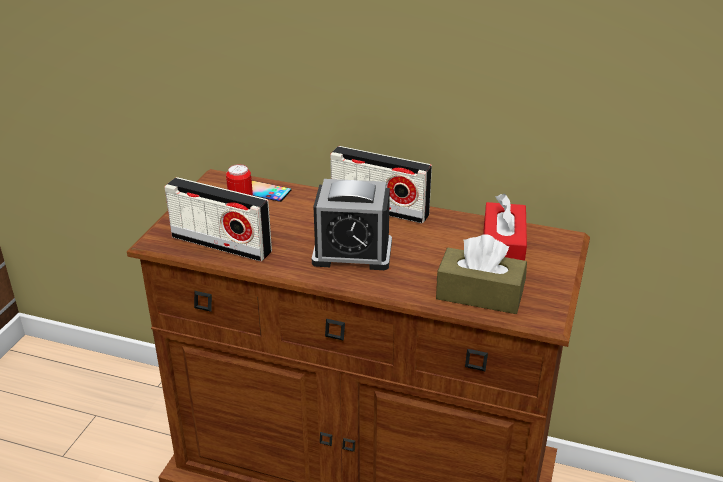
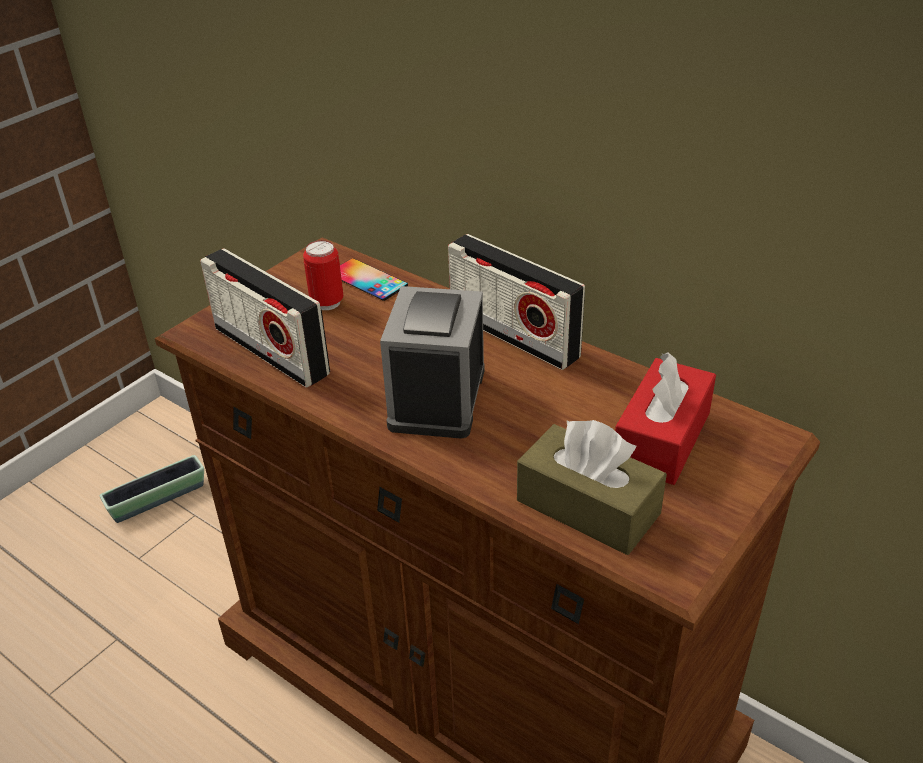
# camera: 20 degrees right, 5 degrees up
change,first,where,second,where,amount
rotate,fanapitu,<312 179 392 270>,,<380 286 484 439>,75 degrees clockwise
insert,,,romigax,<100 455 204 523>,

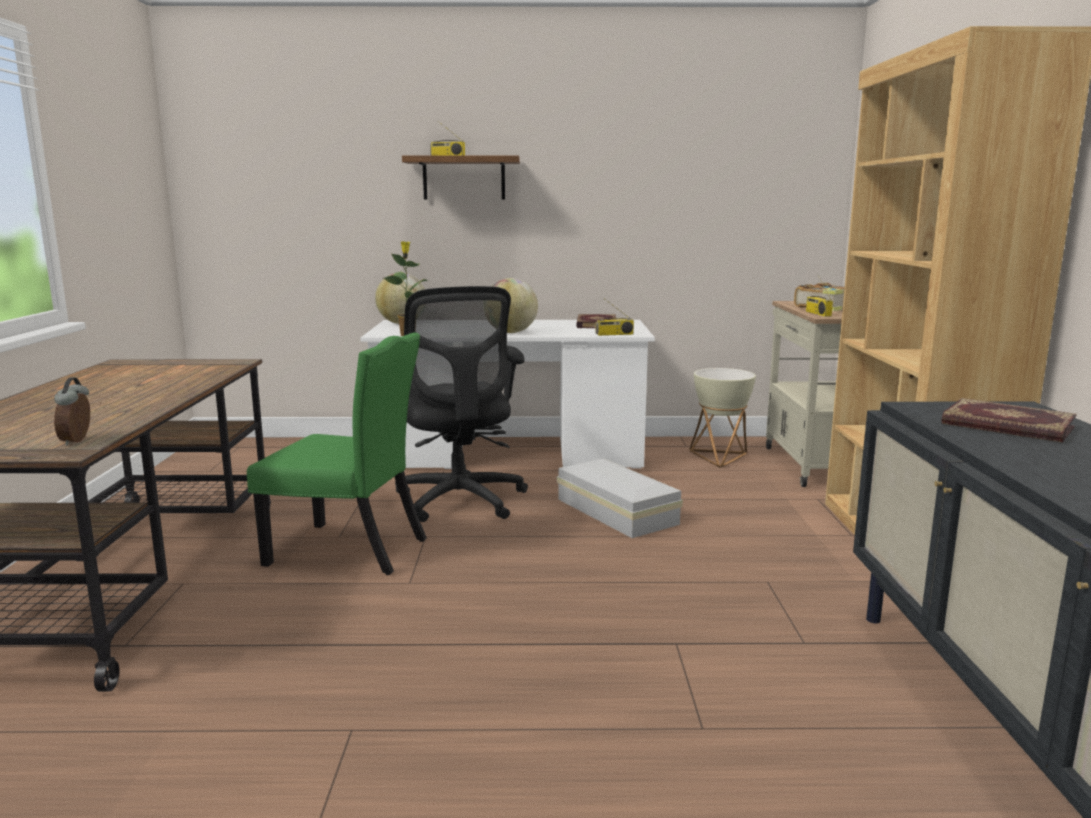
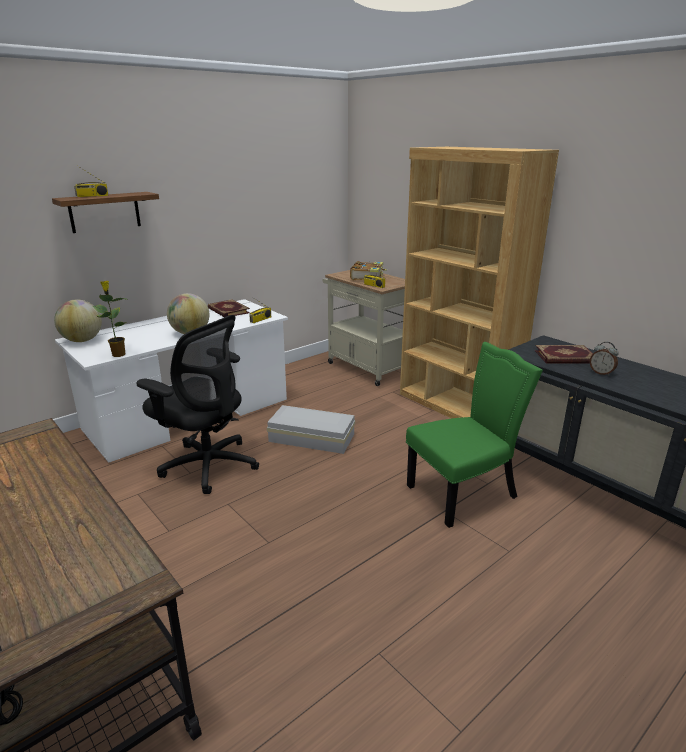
# camera: 40 degrees left, 10 degrees up
change,first,where,second,where,amount
move,fanapitu,<54 377 90 446>,,<590 342 619 376>,
move,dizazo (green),<247 333 427 575>,,<406 342 543 528>,
delete,romigax,<689 368 756 468>,,,

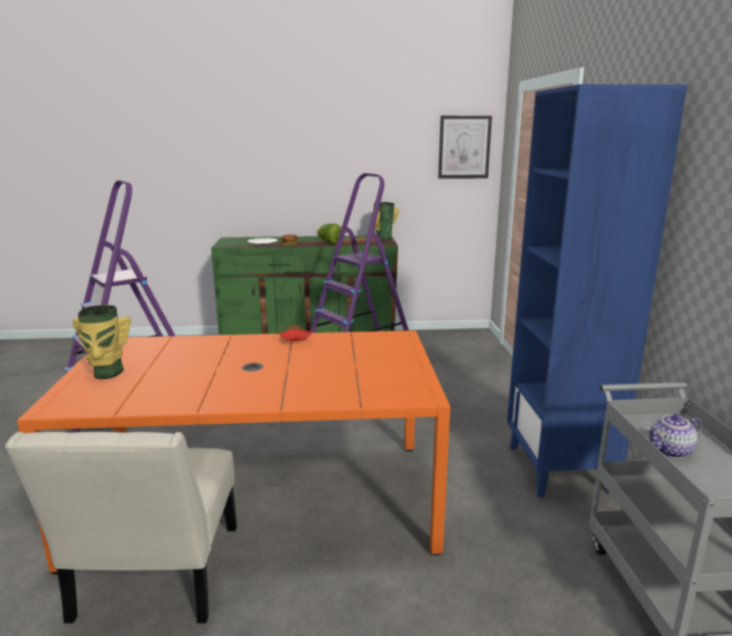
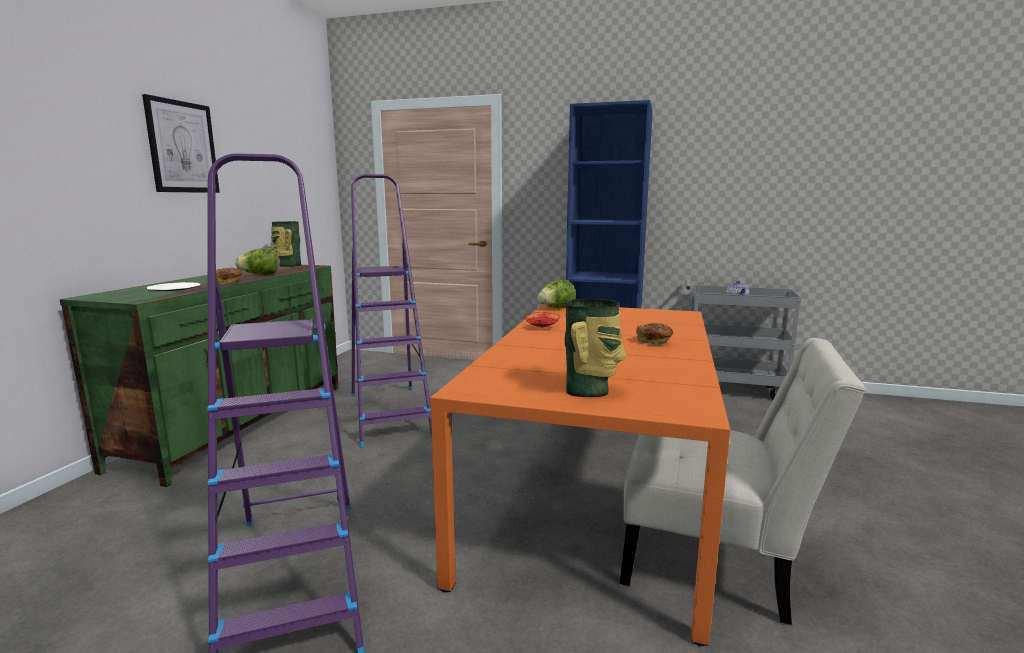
# camera: 70 degrees left, 5 degrees down
change,first,where,second,where,amount
move,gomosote,<438 116 492 179>,,<142 94 220 193>,
insert,,,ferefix,<538 280 576 308>,
insert,,,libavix,<636 323 673 345>,

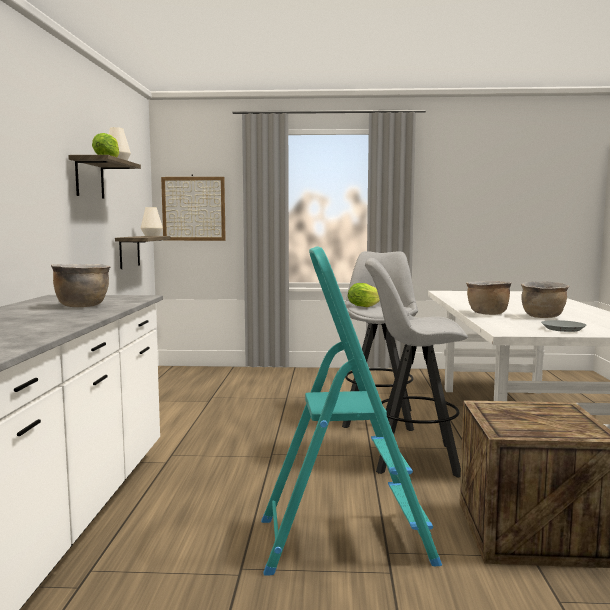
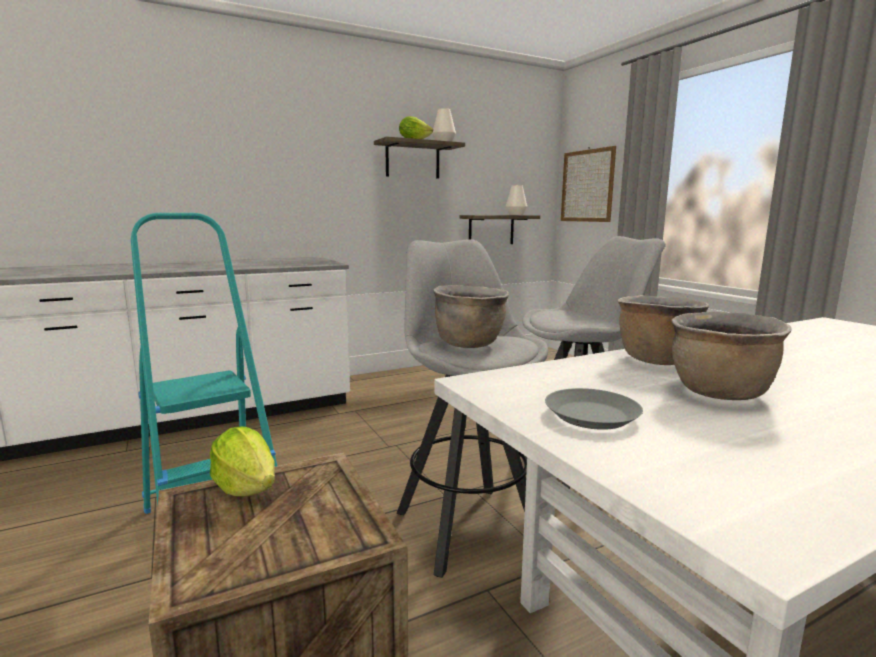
# camera: 60 degrees right, 5 degrees up
change,first,where,second,where,amount
move,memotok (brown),<51 264 110 307>,,<433 285 509 348>,
move,ferefix,<348 283 380 307>,,<210 426 275 497>,

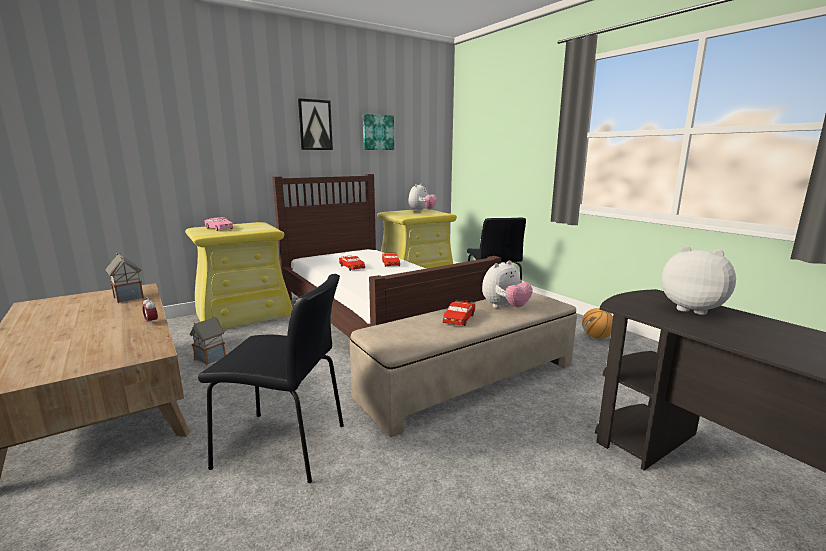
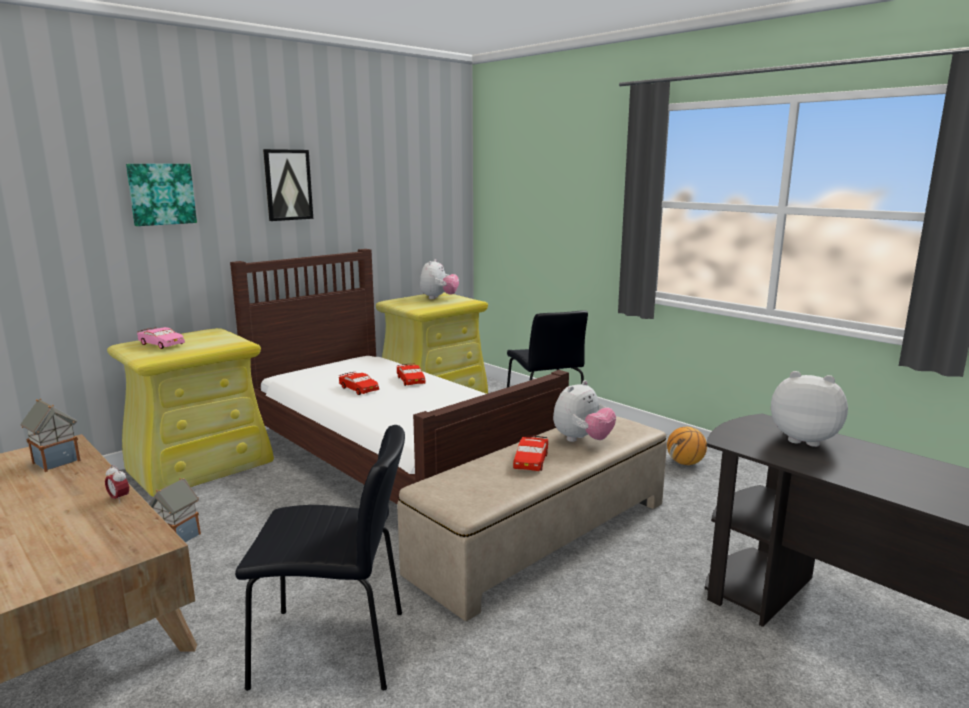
# camera: 10 degrees left, 0 degrees up
change,first,where,second,where,amount
move,gomosote,<363 114 394 150>,,<126 164 197 226>,

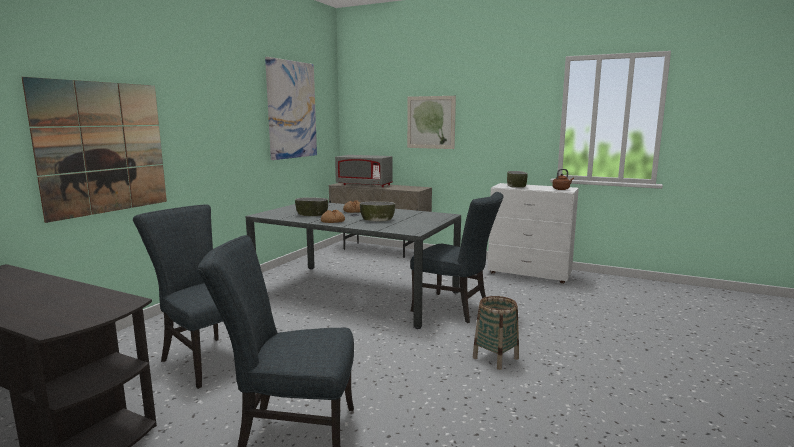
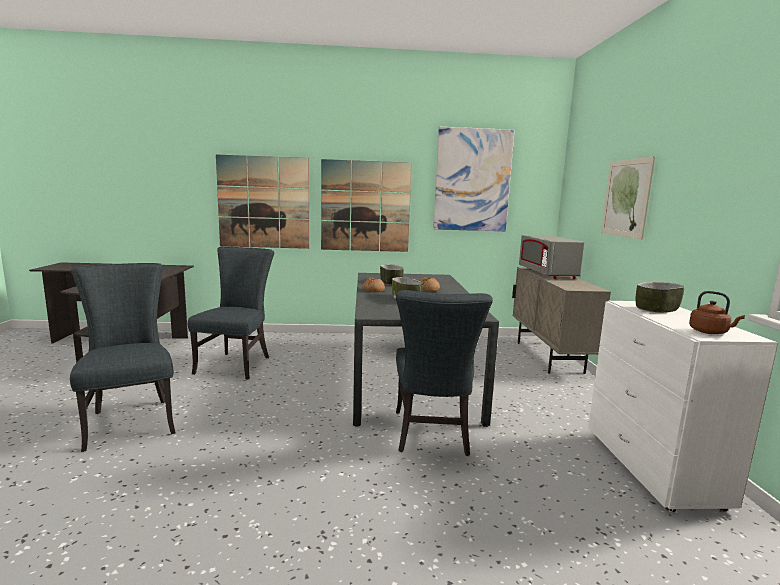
# camera: 60 degrees right, 0 degrees up
change,first,where,second,where,amount
delete,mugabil,<473 296 519 370>,,,
insert,,,gomosote,<321 159 412 252>,

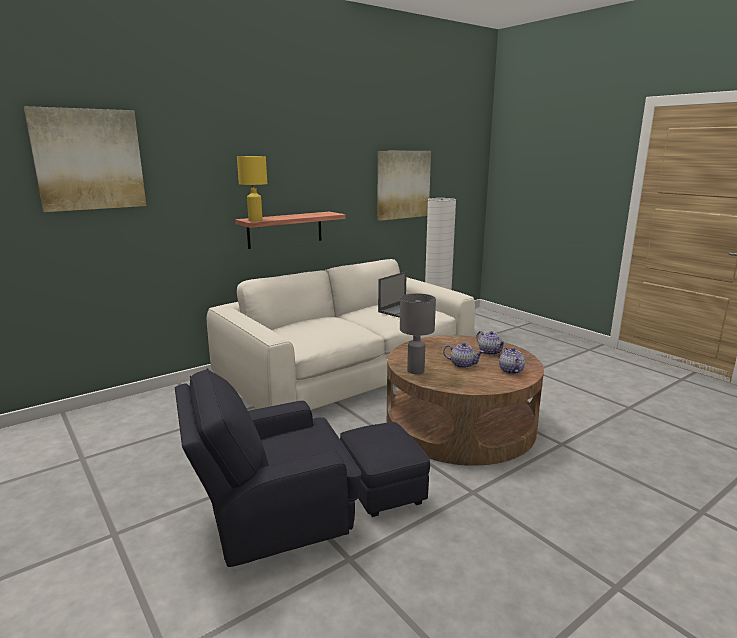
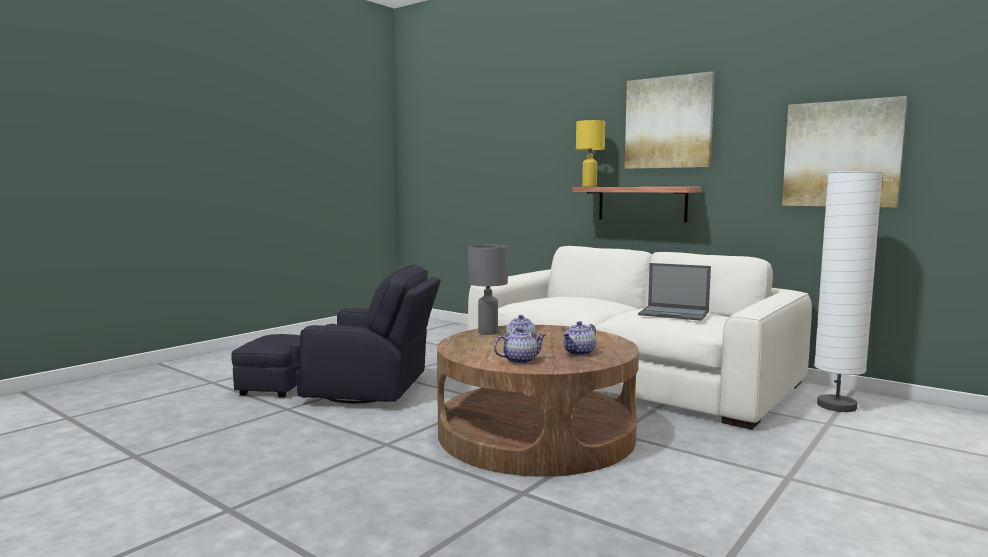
# camera: 75 degrees right, 10 degrees down
change,first,where,second,where,amount
move,gomosote,<24 106 146 212>,,<624 71 715 169>,
rotate,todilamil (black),<175 368 430 567>,,<231 264 441 403>,135 degrees clockwise

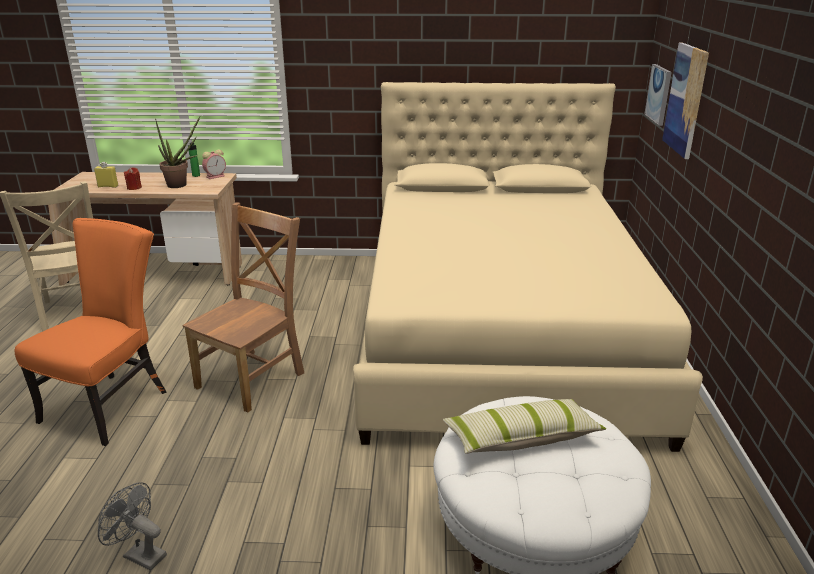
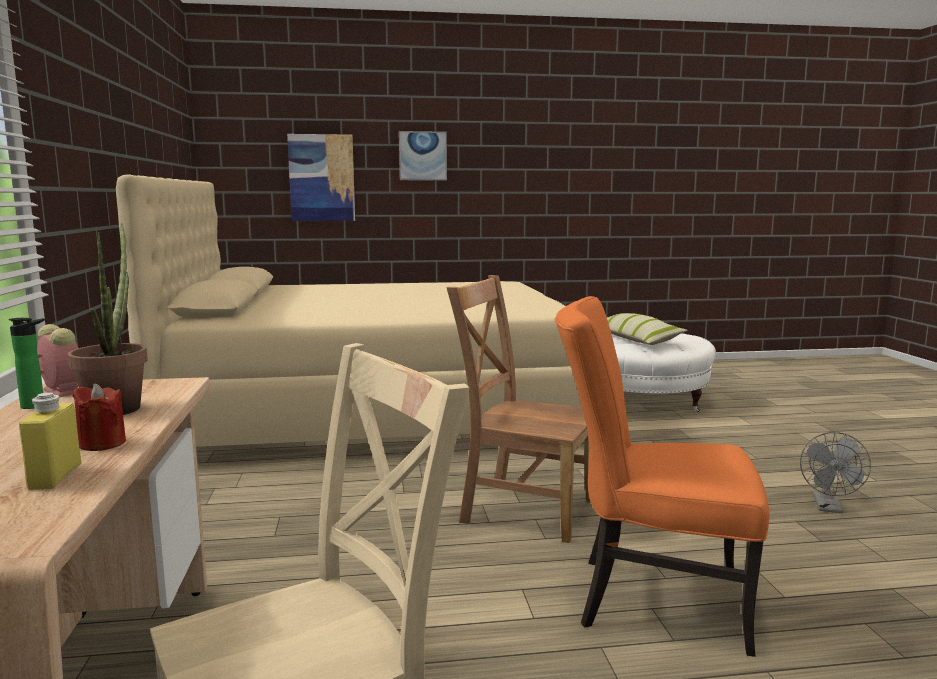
# camera: 100 degrees left, 15 degrees down
change,first,where,second,where,amount
move,gomosote,<644 64 672 126>,,<399 131 447 180>,

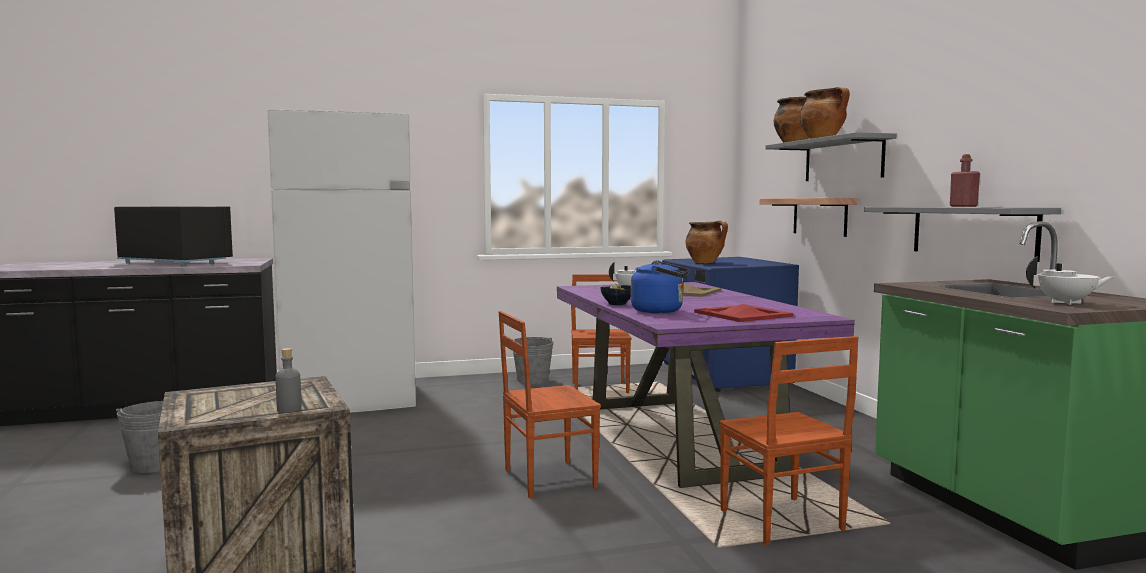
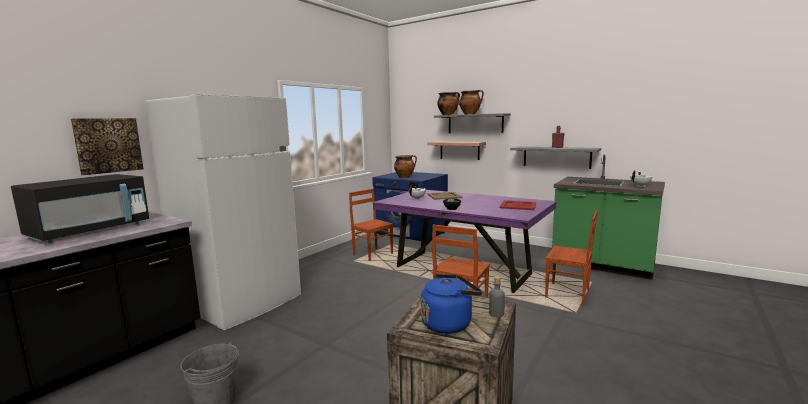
# camera: 40 degrees left, 5 degrees up
change,first,where,second,where,amount
rotate,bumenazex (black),<114 206 233 266>,,<11 174 149 243>,135 degrees clockwise
delete,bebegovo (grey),<513 337 554 384>,,,
move,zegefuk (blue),<631 261 689 313>,,<421 274 482 334>,
insert,,,gomosote,<71 118 144 175>,

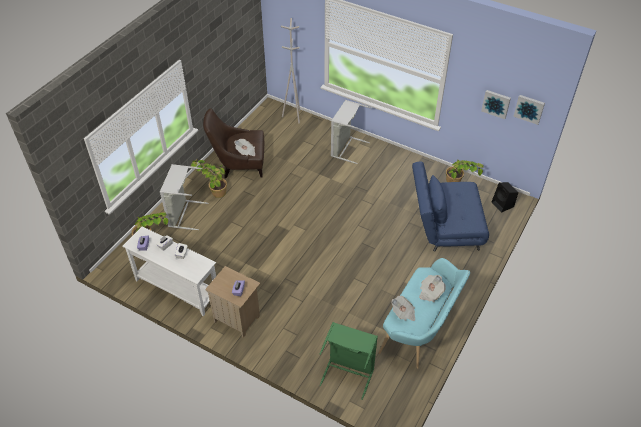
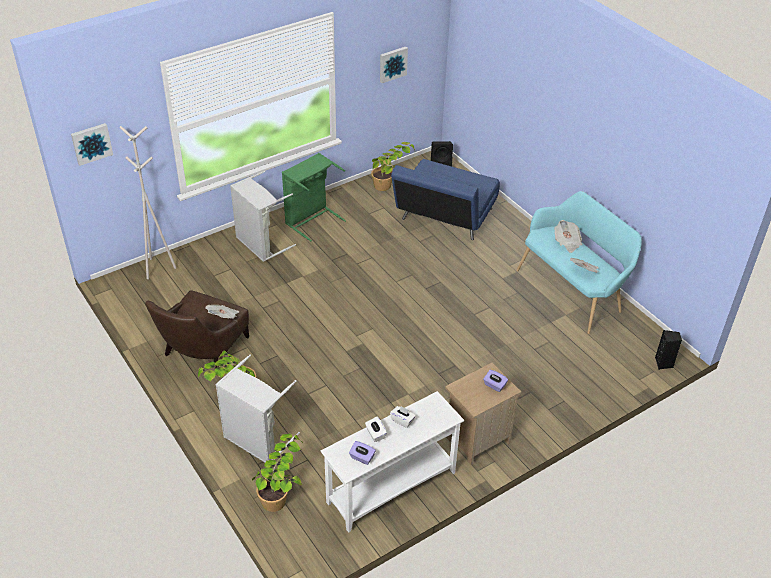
# camera: 65 degrees left, 5 degrees down
change,first,where,second,where,amount
move,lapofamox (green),<320 322 378 400>,,<282 153 346 241>,
move,gomosote,<513 95 545 125>,,<71 123 113 166>,
insert,,,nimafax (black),<655 330 682 370>,

